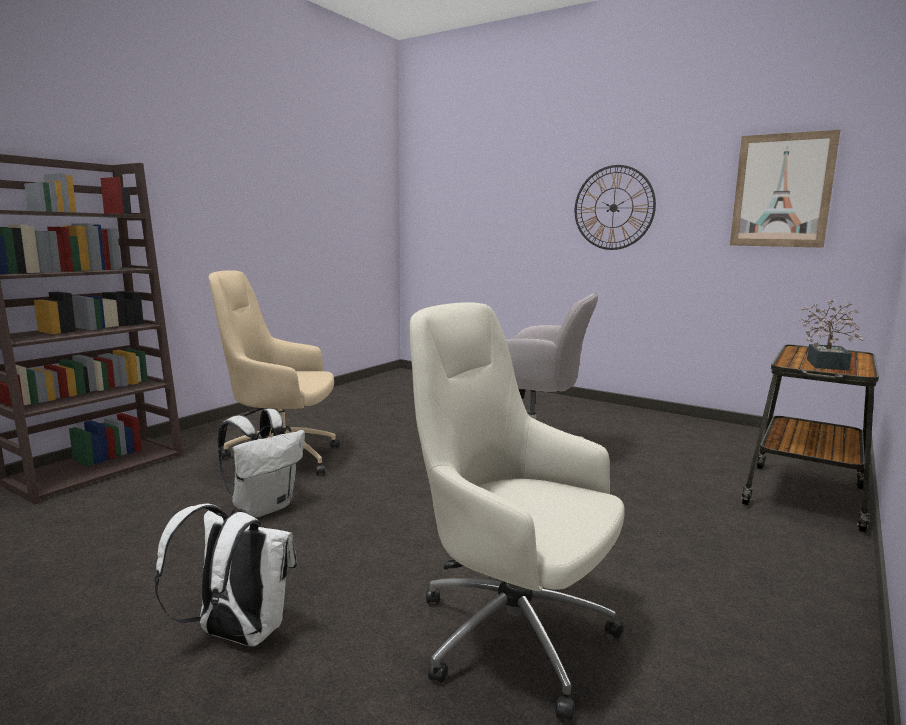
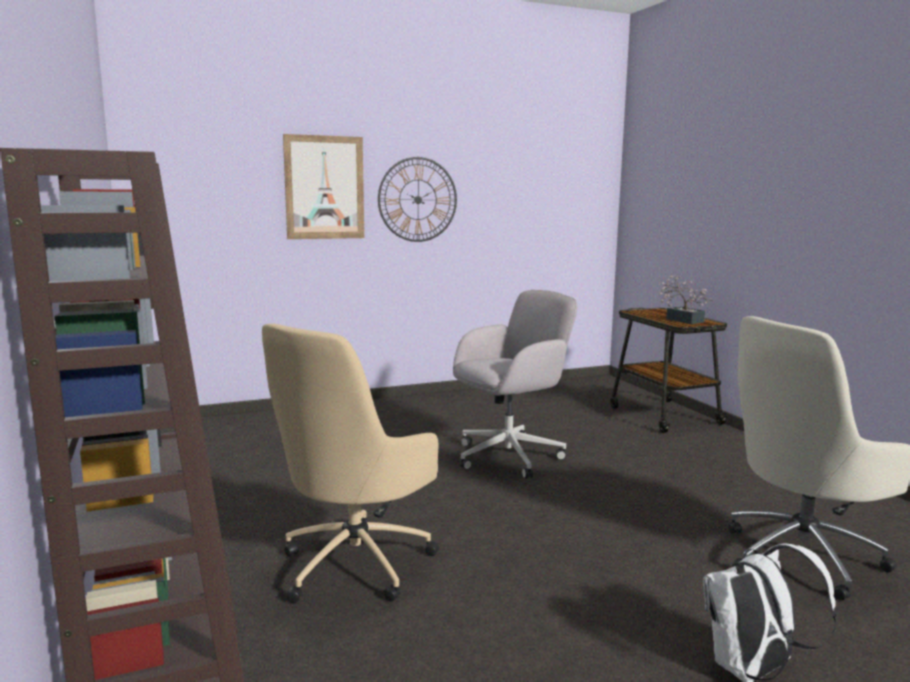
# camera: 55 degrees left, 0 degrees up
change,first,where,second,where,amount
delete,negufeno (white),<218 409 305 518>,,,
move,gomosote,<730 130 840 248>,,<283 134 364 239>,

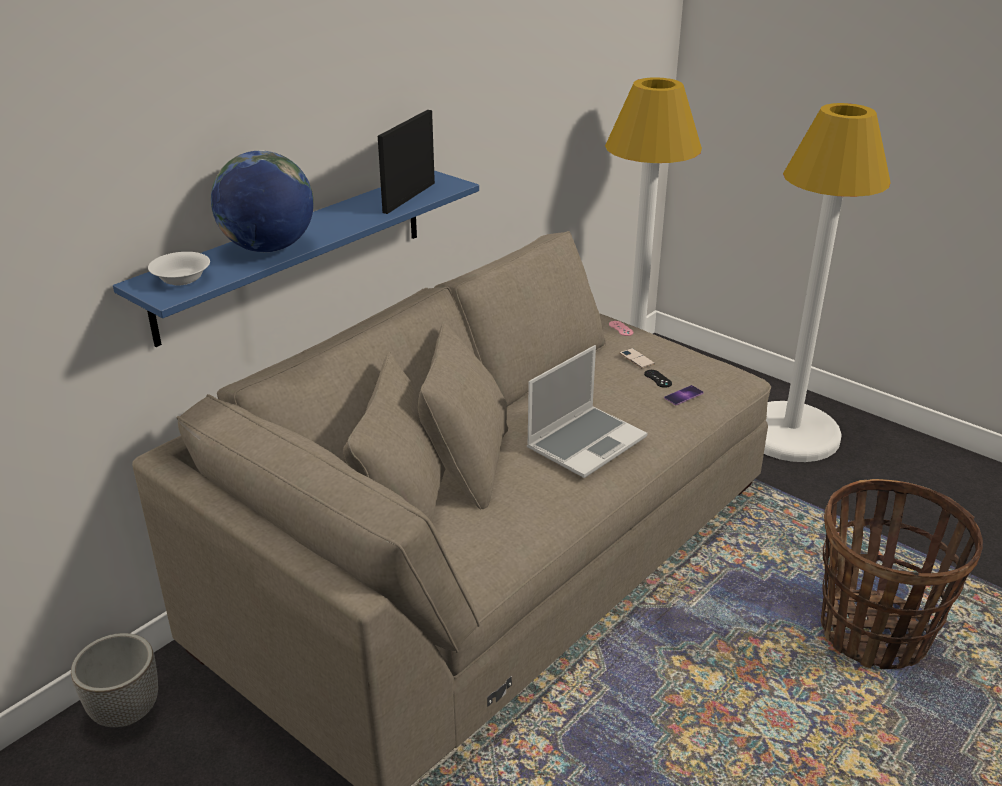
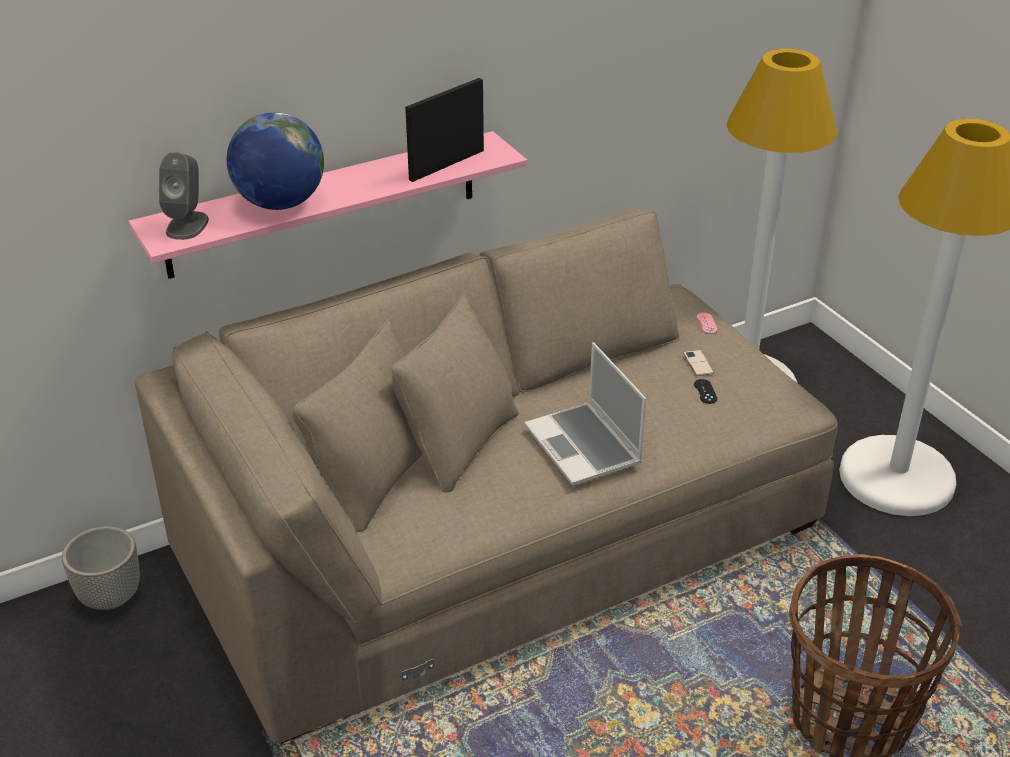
# camera: 20 degrees right, 5 degrees up
change,first,where,second,where,amount
recolor,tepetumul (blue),<113 171 479 347>,tepetumul (pink),<129 131 527 279>,
replace,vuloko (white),<148 252 210 285>,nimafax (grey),<159 152 209 240>,
rotate,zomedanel,<527 345 647 478>,,<524 342 646 486>,90 degrees clockwise
delete,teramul,<664 385 704 405>,,,

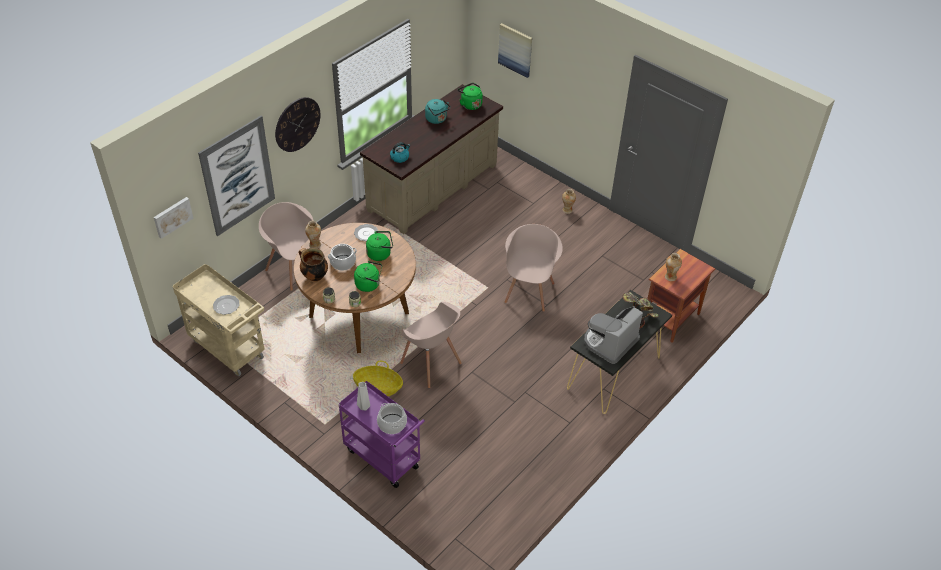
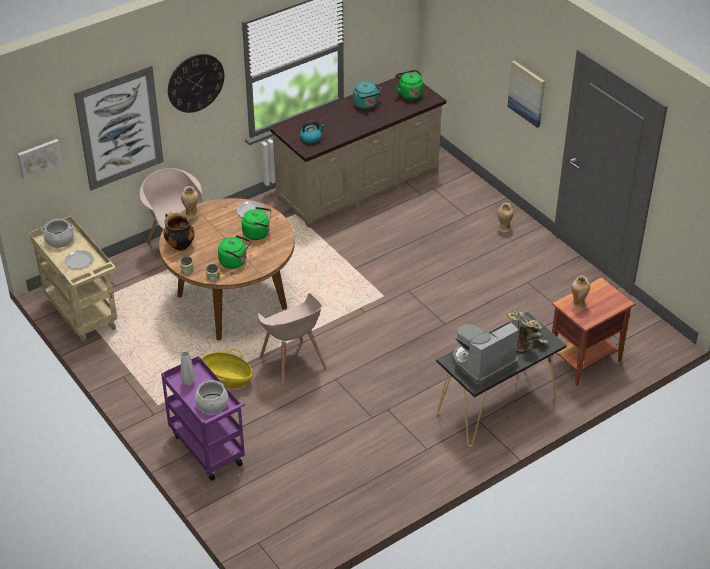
# camera: 15 degrees right, 5 degrees down
change,first,where,second,where,amount
move,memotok,<328 244 357 271>,,<41 219 74 248>,
move,gomosote,<498 23 532 78>,,<508 60 545 128>,
delete,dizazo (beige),<505 224 563 311>,,,

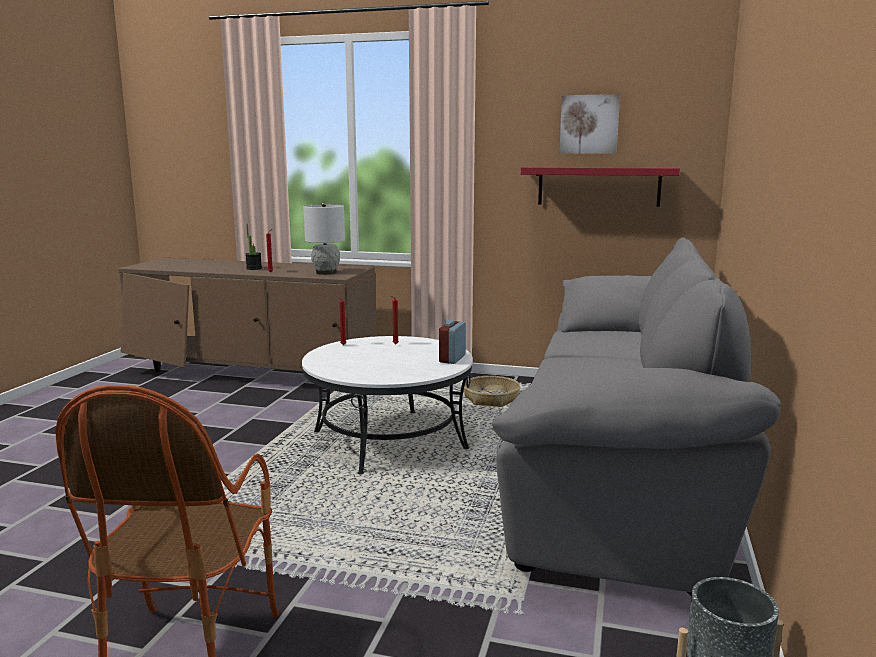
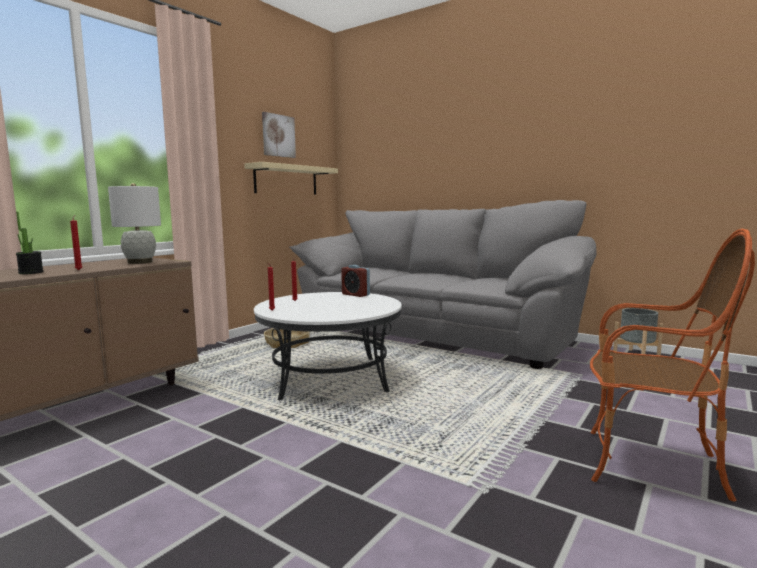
# camera: 70 degrees left, 5 degrees down
change,first,where,second,where,amount
recolor,tepetumul (red),<521 167 680 207>,tepetumul (beige),<244 162 338 195>,

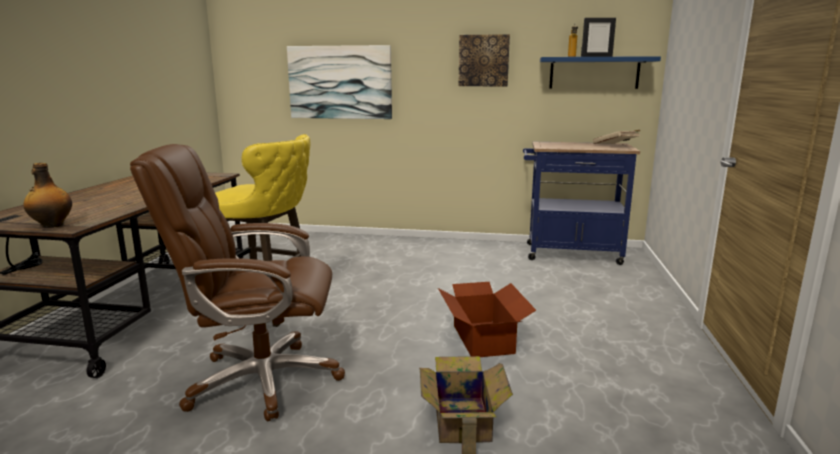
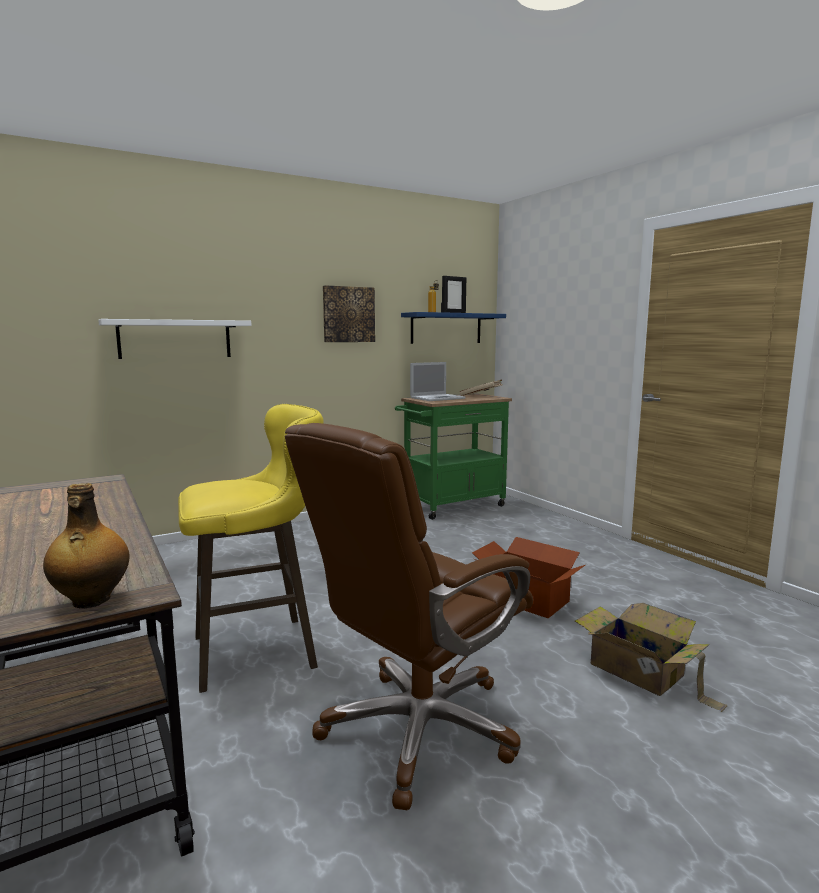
# camera: 40 degrees left, 5 degrees down
change,first,where,second,where,amount
replace,gomosote,<287 45 392 119>,tepetumul (white),<98 319 252 359>,
recolor,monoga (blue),<523 142 640 265>,monoga (green),<395 393 512 520>,
insert,,,zomedanel,<410 362 465 401>,

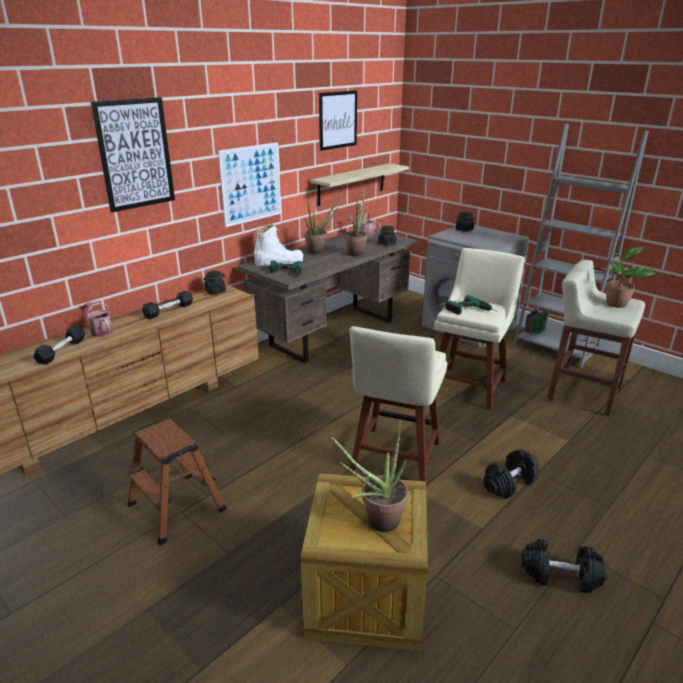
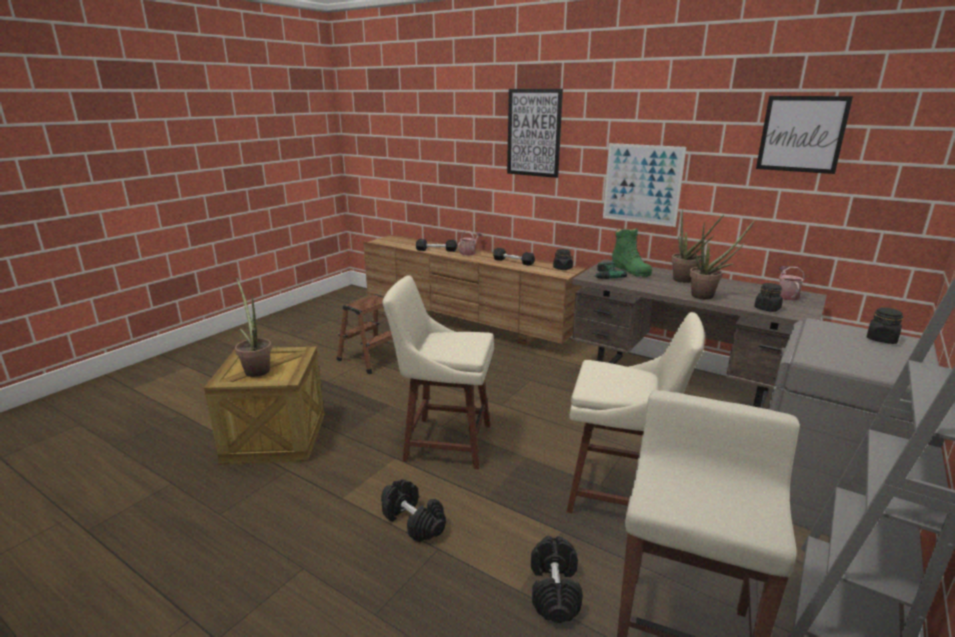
# camera: 80 degrees right, 5 degrees down
change,first,where,second,where,amount
recolor,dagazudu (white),<254 224 303 266>,dagazudu (green),<612 228 652 277>,
delete,tepetumul,<310 163 409 206>,,,
delete,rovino,<445 295 498 314>,,,
move,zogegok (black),<521 539 608 593>,,<531 536 583 623>,
delete,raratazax,<594 247 656 308>,,,

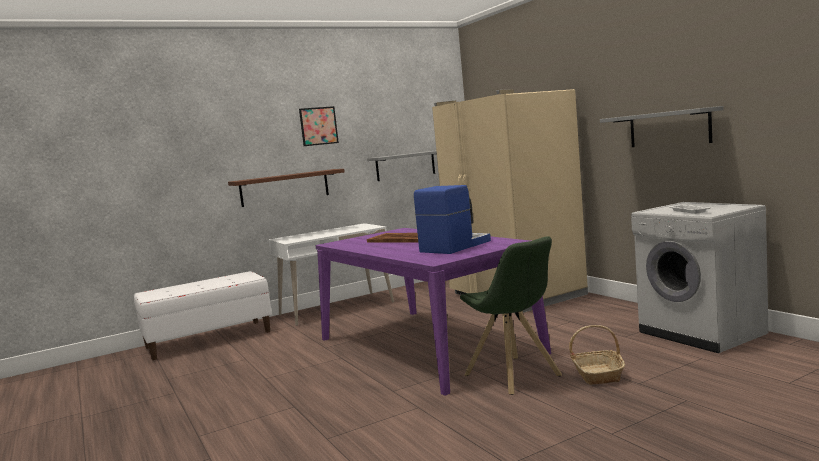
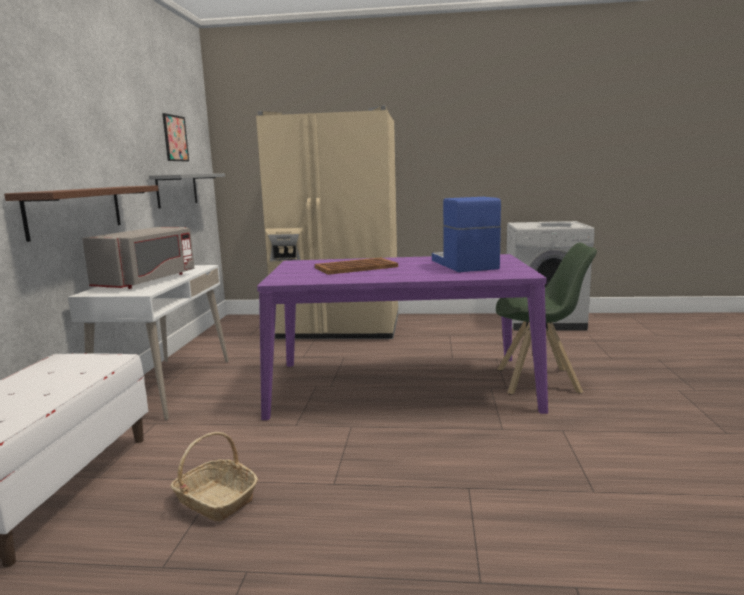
# camera: 55 degrees left, 5 degrees up
change,first,where,second,where,amount
move,gomosote,<299 106 339 146>,,<162 113 189 162>,
move,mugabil,<569 325 625 385>,,<170 432 258 521>,
delete,tepetumul (grey),<600 106 724 147>,,,
insert,,,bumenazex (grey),<82 227 195 289>,

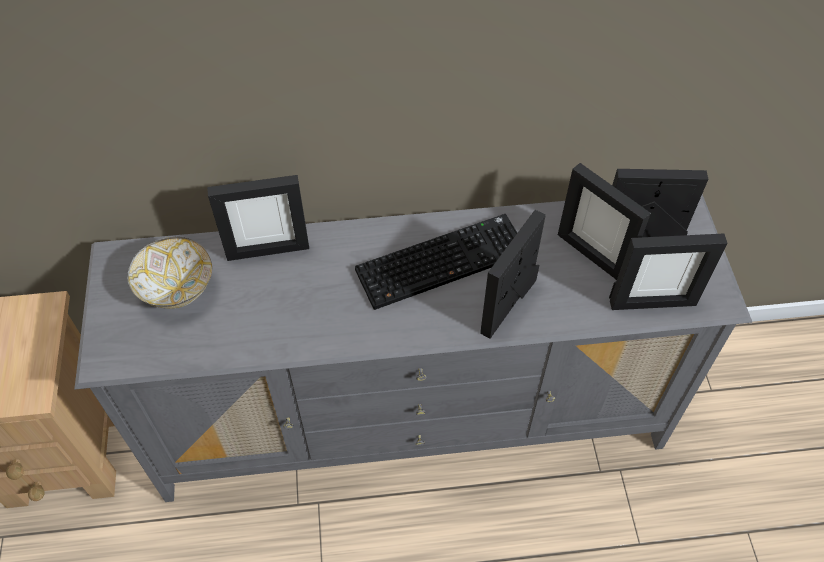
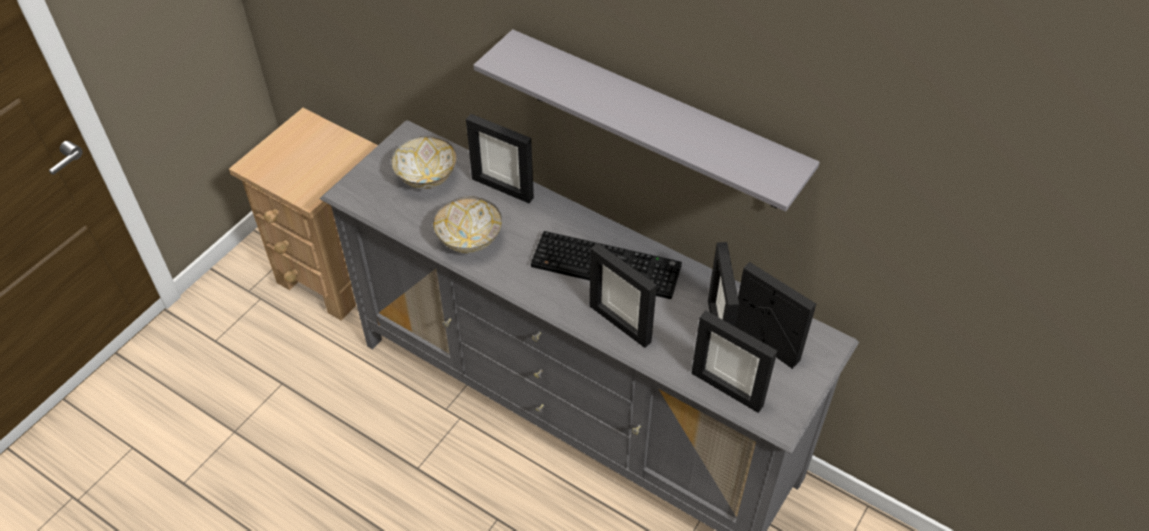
# camera: 40 degrees right, 5 degrees down
change,first,where,second,where,amount
rotate,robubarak,<480 210 546 339>,,<590 243 657 348>,120 degrees counterclockwise
insert,,,vuloko,<433 196 502 253>,
insert,,,tepetumul (grey),<473 29 820 212>,

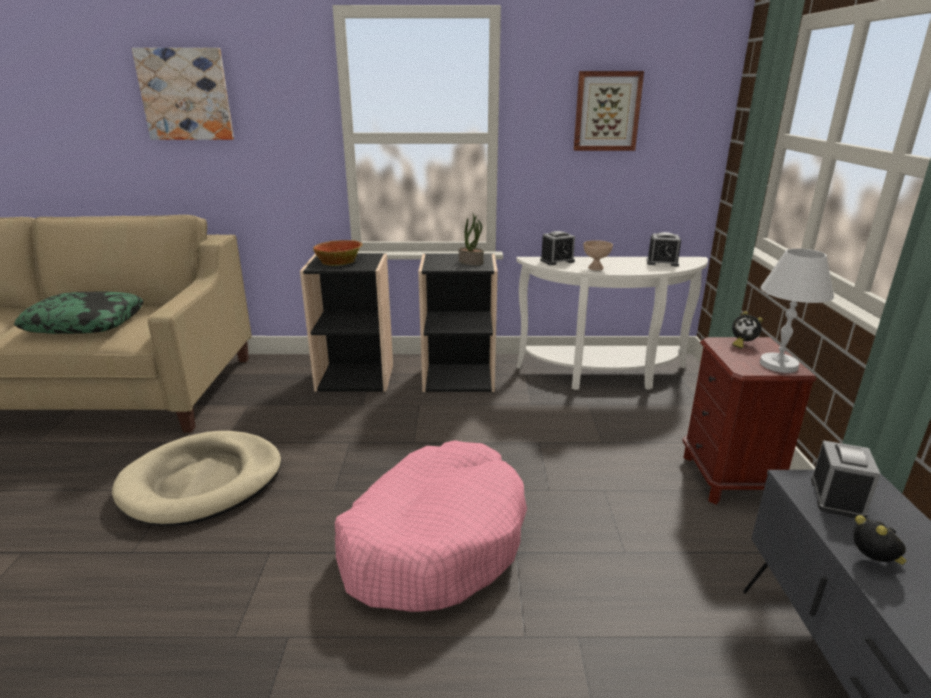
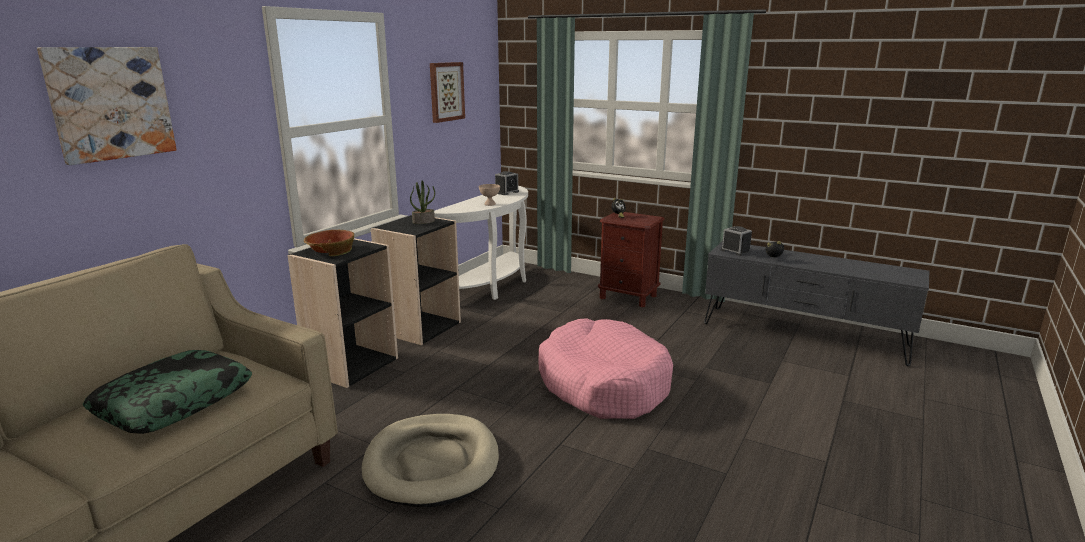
# camera: 60 degrees left, 5 degrees down
change,first,where,second,where,amount
delete,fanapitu,<540 231 575 265>,,,
delete,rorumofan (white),<760 248 834 373>,,,

